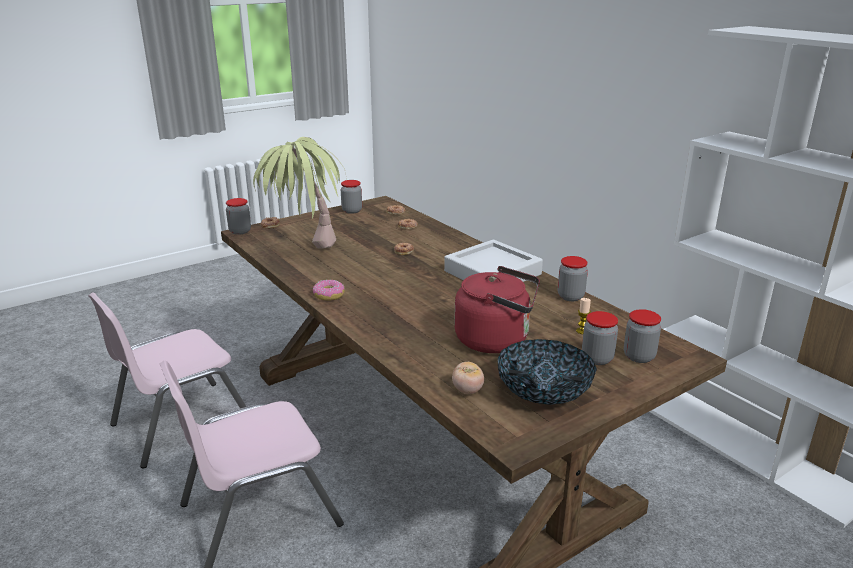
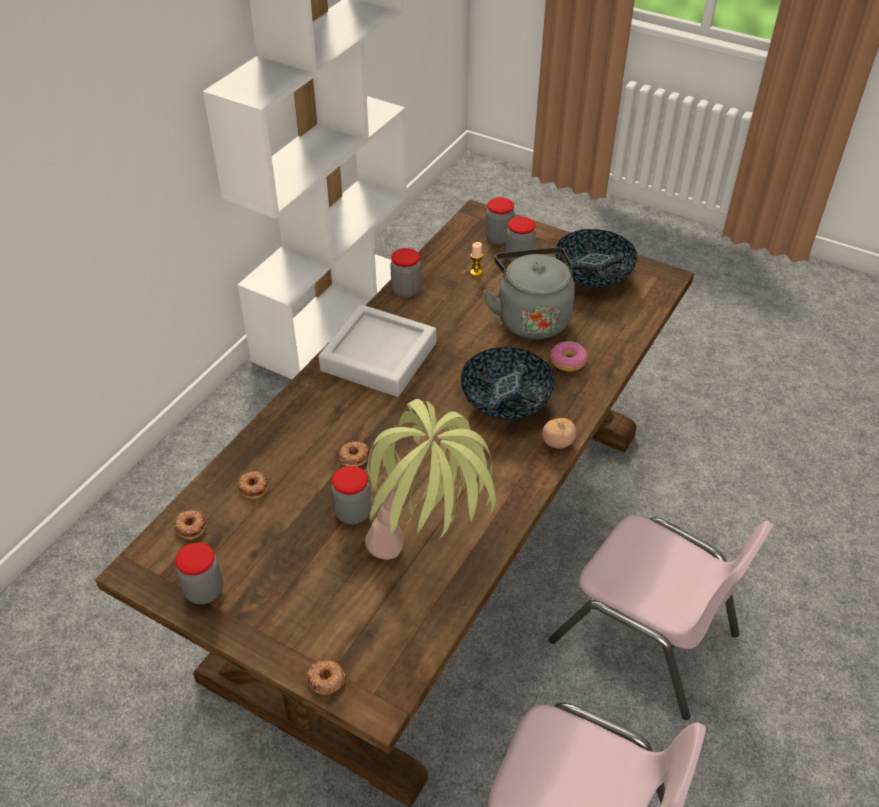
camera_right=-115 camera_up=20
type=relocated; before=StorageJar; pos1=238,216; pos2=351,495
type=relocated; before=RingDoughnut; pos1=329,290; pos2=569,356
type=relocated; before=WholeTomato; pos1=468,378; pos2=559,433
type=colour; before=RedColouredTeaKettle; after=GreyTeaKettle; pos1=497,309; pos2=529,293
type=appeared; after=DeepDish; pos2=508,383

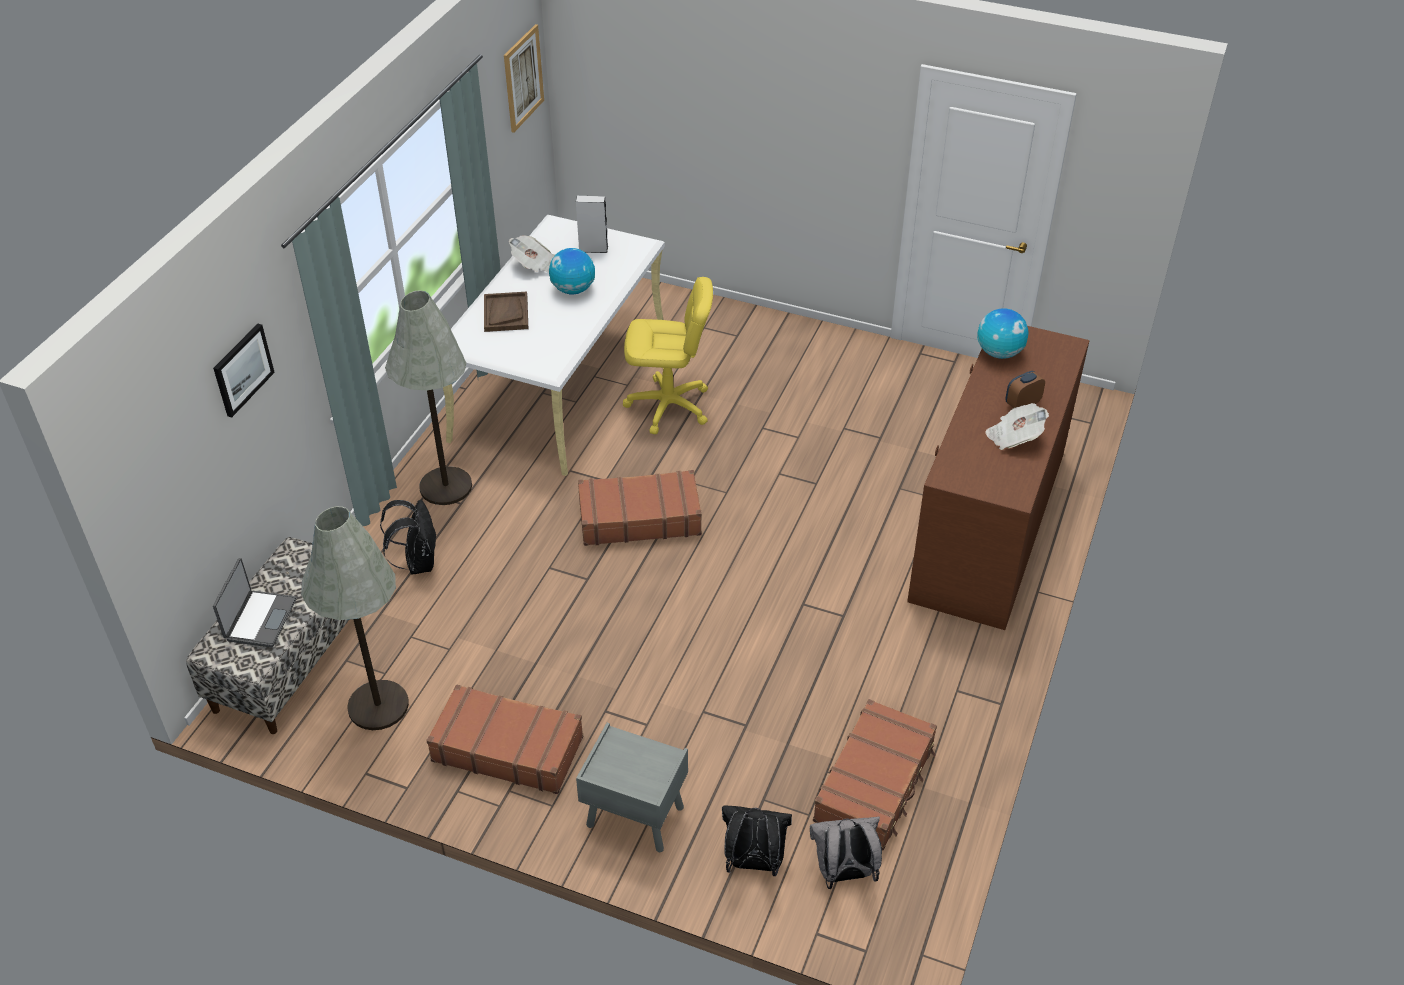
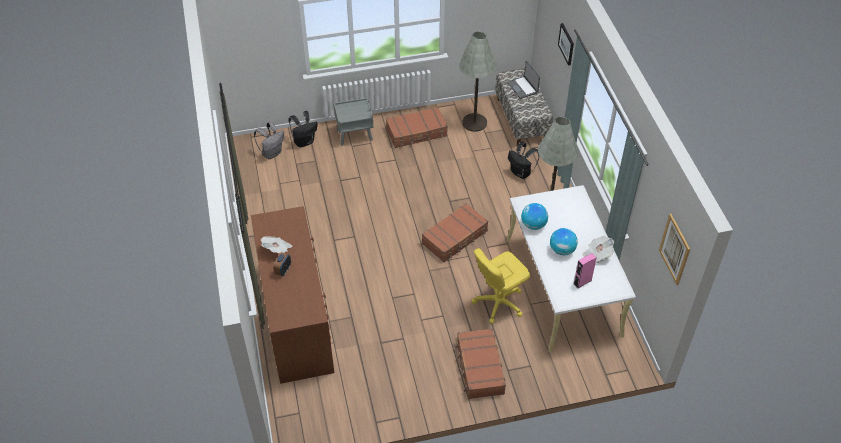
camera_right=145 camera_up=5
type=missing; before=BrownishServingTray; pos1=506,312
type=colour; before=GreySpeaker; after=PinkColouredSpeaker; pos1=592,224; pos2=585,270
type=relocated; before=BrownishPieceOfLuggage; pos1=875,774; pos2=480,363
type=relocated; before=DeskGlobe; pos1=1003,333; pos2=534,216

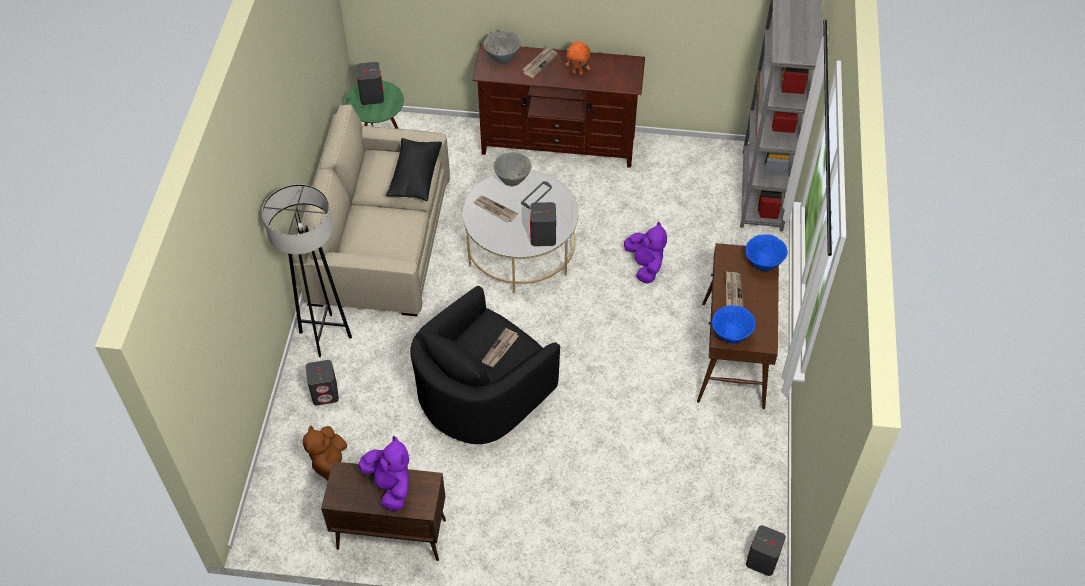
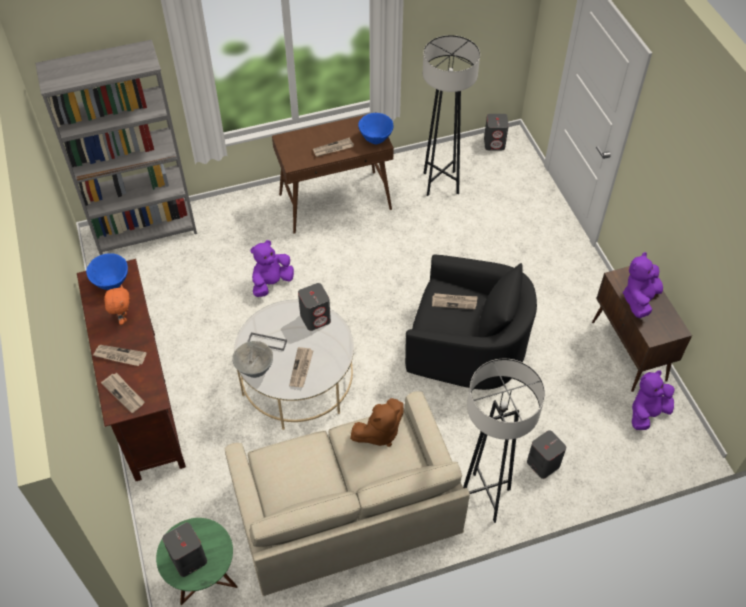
camera_right=-115 camera_up=0
type=relocated; before=BrownishCuddlyToy; pos1=325,453; pos2=377,422
type=missing; before=BlackColouredThrowPillow; pos1=414,169
type=exchanged; before=GreyDeepDish; after=PrintedPaper; pos1=502,47; pos2=123,393
type=relocated; before=BlueDeepDish; pos1=767,253; pos2=107,271
type=appeared; after=GreyStandardLamp; pos2=451,115
type=appeared; after=PurpleCuddlyToy; pos2=653,400

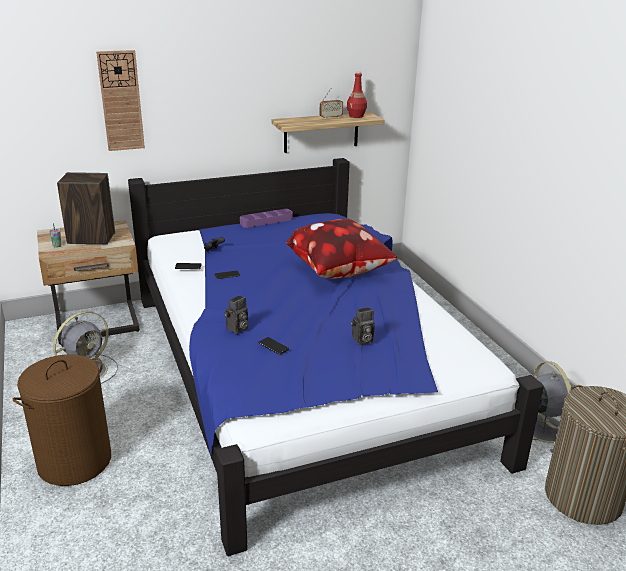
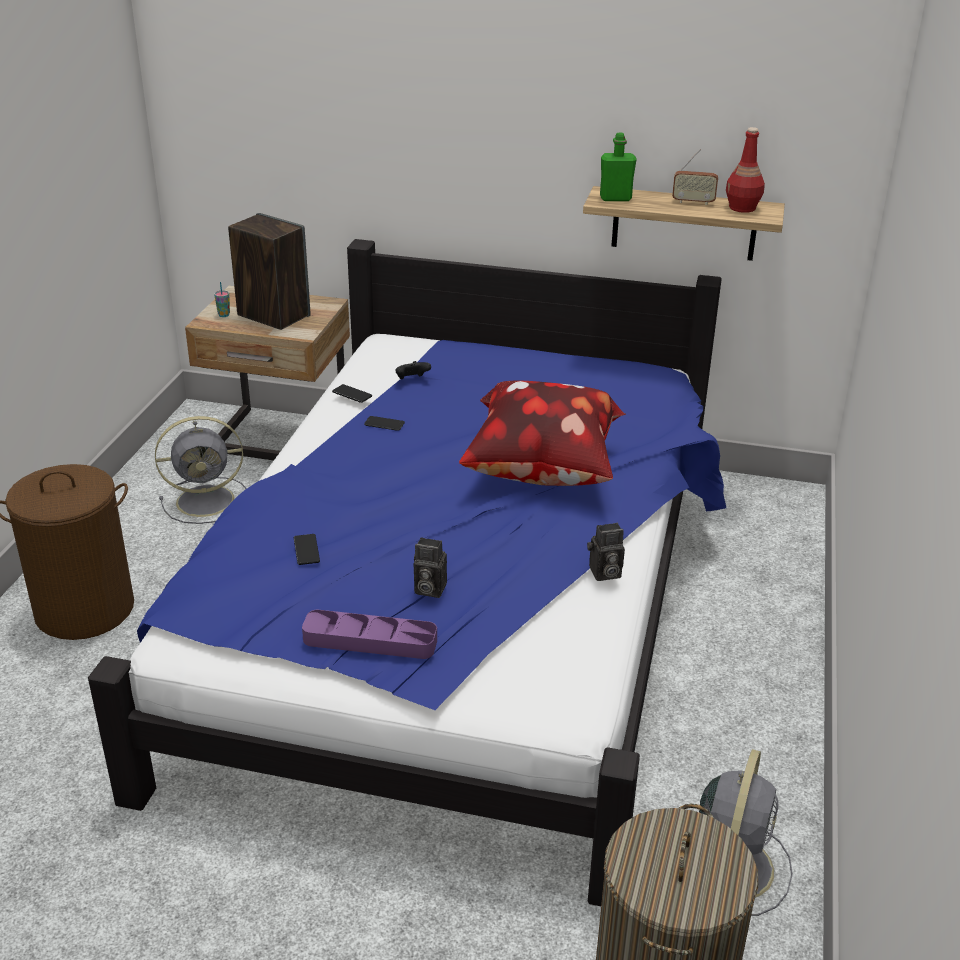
camera_right=35 camera_up=5
type=missing; before=ClockOnTheWall; pos1=120,100
type=relocated; before=PhotoCamera; pos1=236,315; pos2=606,552
type=relocated; before=PurpleServingTray; pos1=266,218; pos2=369,634
type=appeared; after=GreenColouredBeverageBottle; pos2=618,167

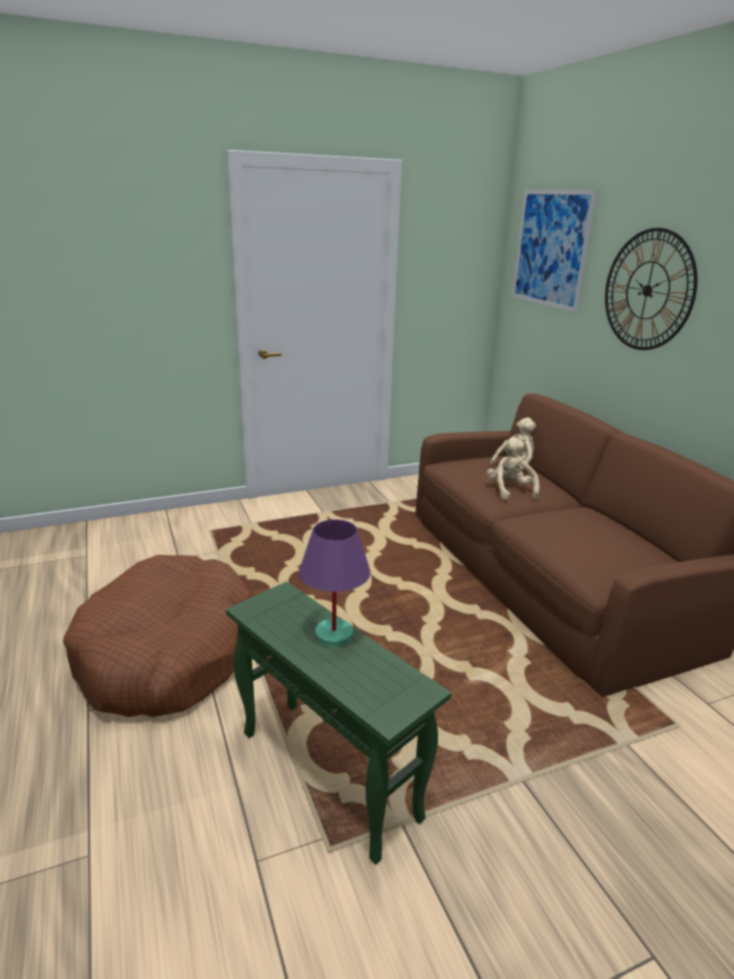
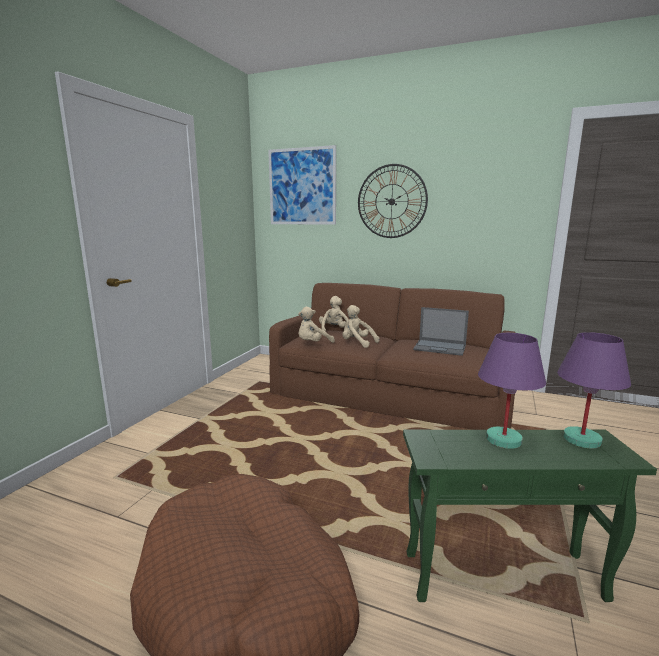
camera_right=-45 camera_up=-10
type=appeared; after=BeigeCuddlyToy; pos2=316,325
type=appeared; after=NotebookComputer; pos2=441,331
type=appeared; after=PurpleLampForATable; pos2=594,390

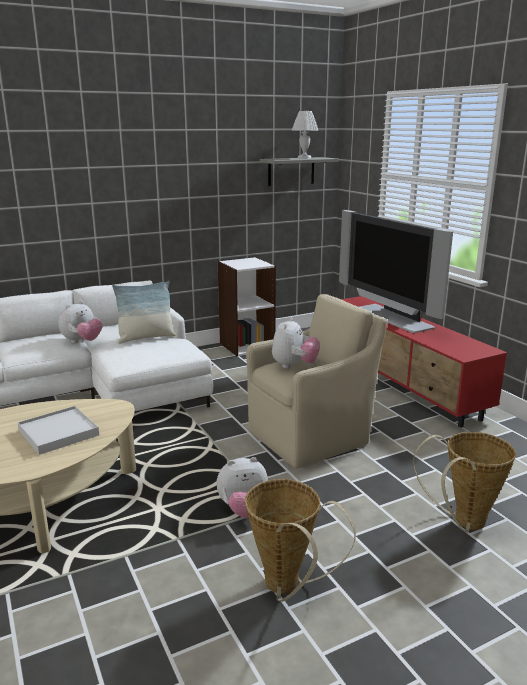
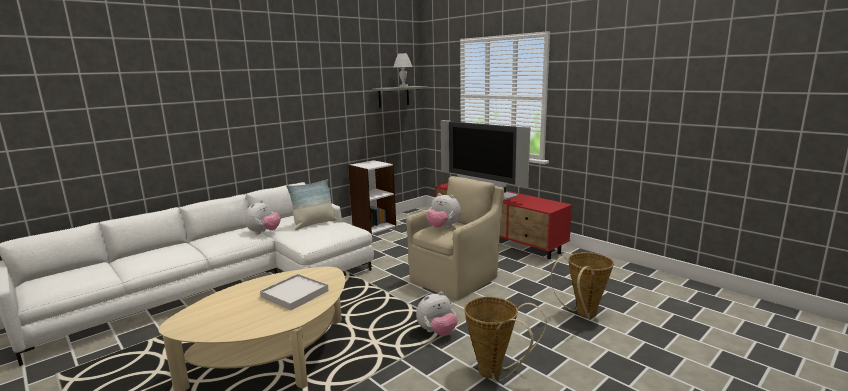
camera_right=-15 camera_up=-5
type=spun; before=CuddlyToy; pos1=296,342; pos2=443,210; turn=120

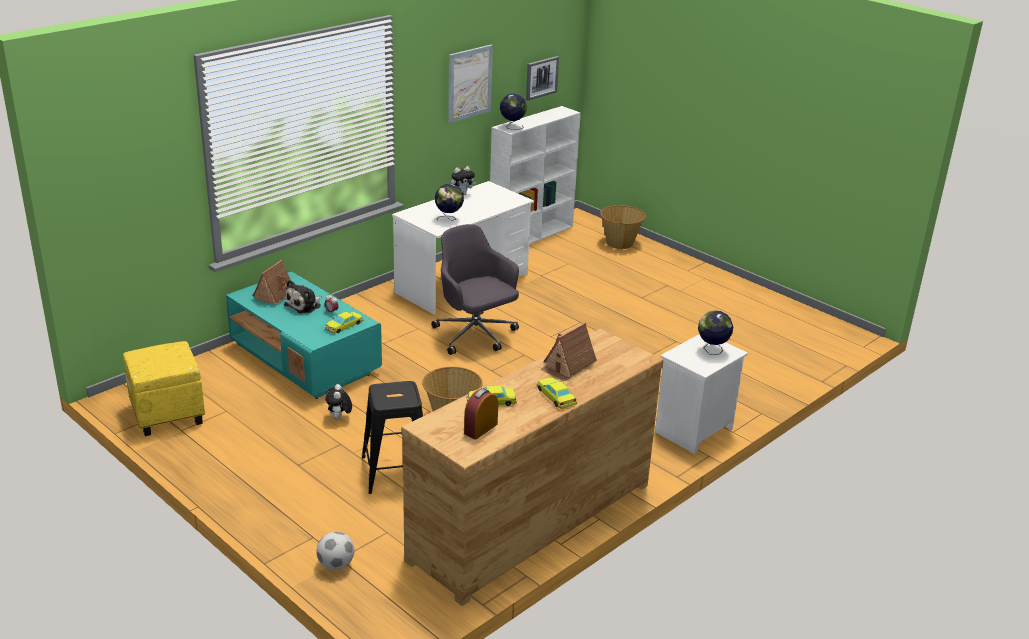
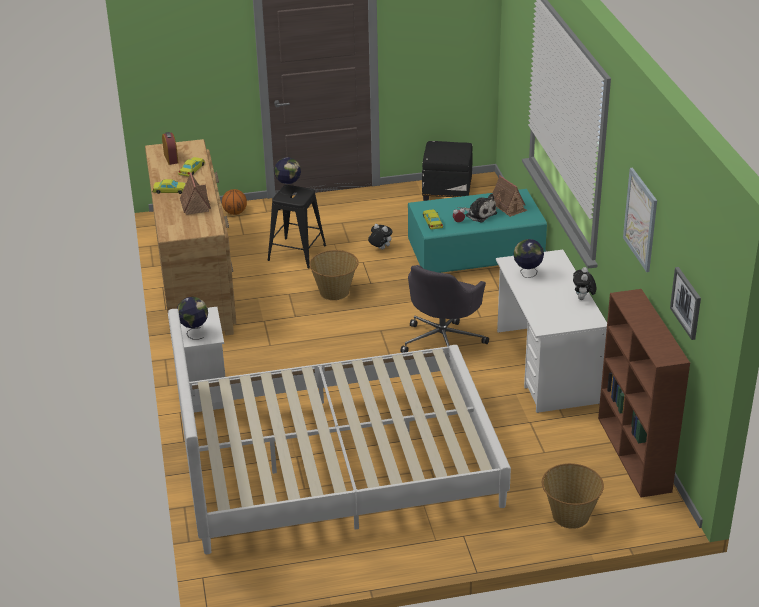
camera_right=125 camera_up=5
type=colour; before=YellowFootrest; after=BlackColouredFootrest; pos1=164,388; pos2=447,171
type=spun; before=CuddlyToy; pos1=303,297; pos2=480,208; turn=150
type=exchanged; before=Football; after=BallForBasketball; pos1=335,551; pos2=234,202
type=spun; before=GreyOfficeChair; pos1=475,289; pos2=444,309; turn=120
type=colour; before=WhiteColouredBookshelf; after=BrownishBookshelf; pos1=535,175; pos2=644,393
type=relocated; before=DeskGlobe; pos1=513,112; pos2=287,176
type=appeared; after=WhiteColouredBed; pos2=339,431

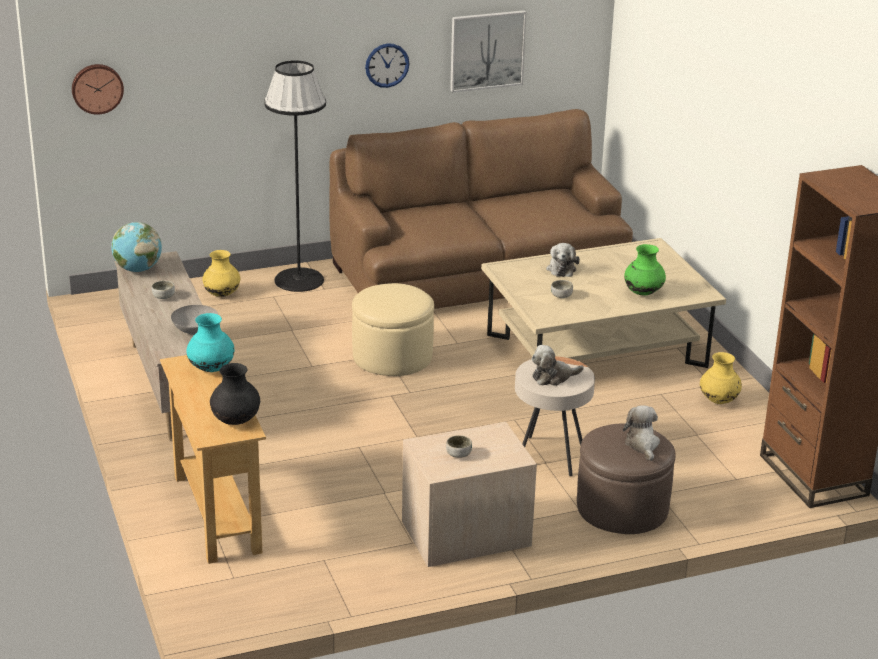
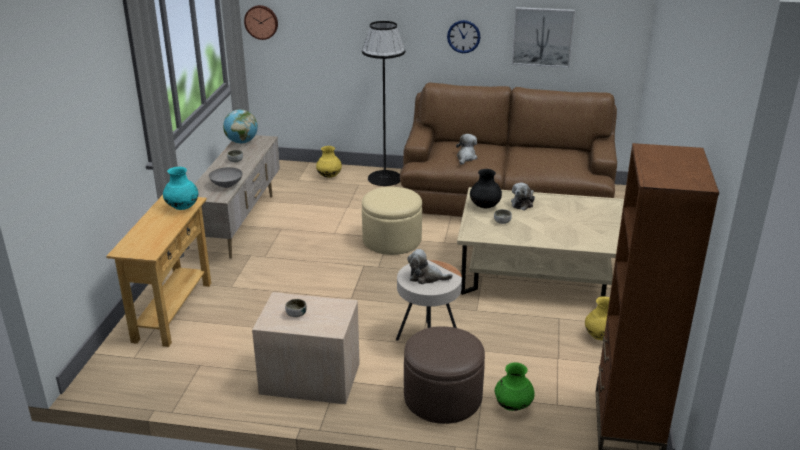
camera_right=30 camera_up=0
type=relocated; before=BlackColouredVase; pos1=235,394; pos2=486,188
type=relocated; before=CuddlyToy; pos1=641,433; pos2=466,149
type=relocated; before=GreenColouredVase; pos1=645,270; pos2=514,386

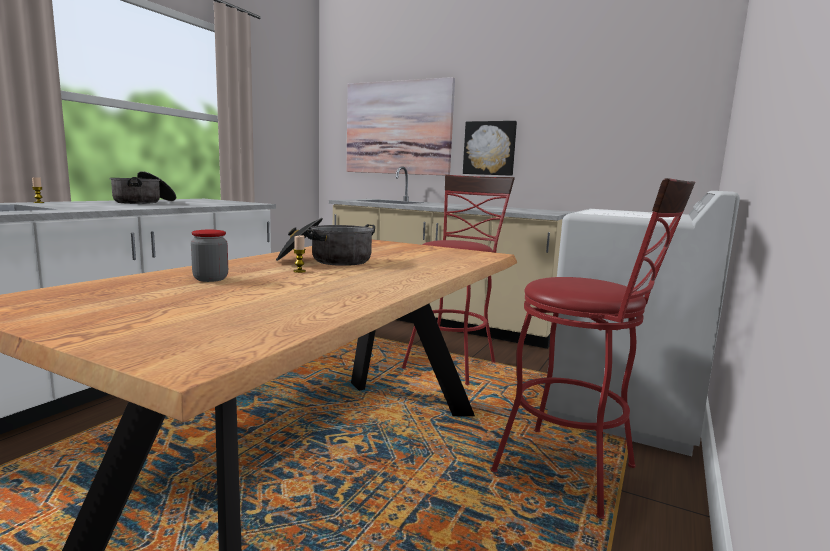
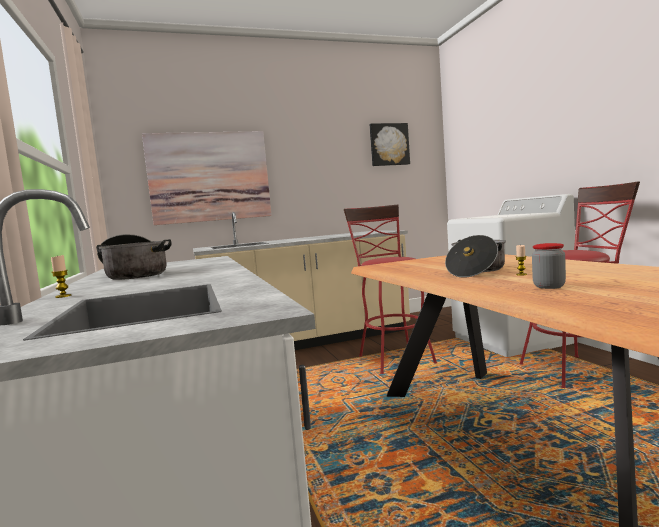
camera_right=-45 camera_up=-5
type=relocated; before=Picture; pos1=490,148; pos2=390,144

